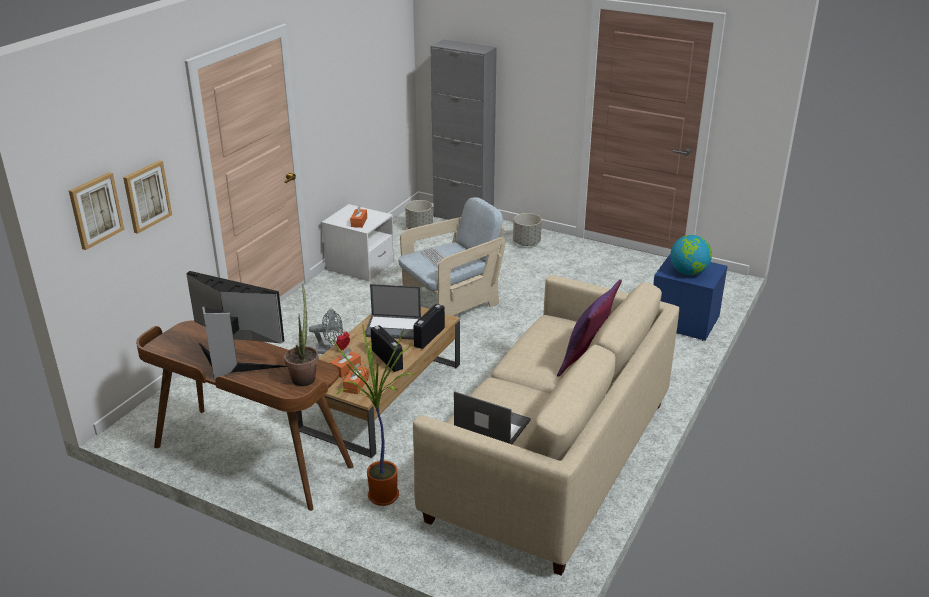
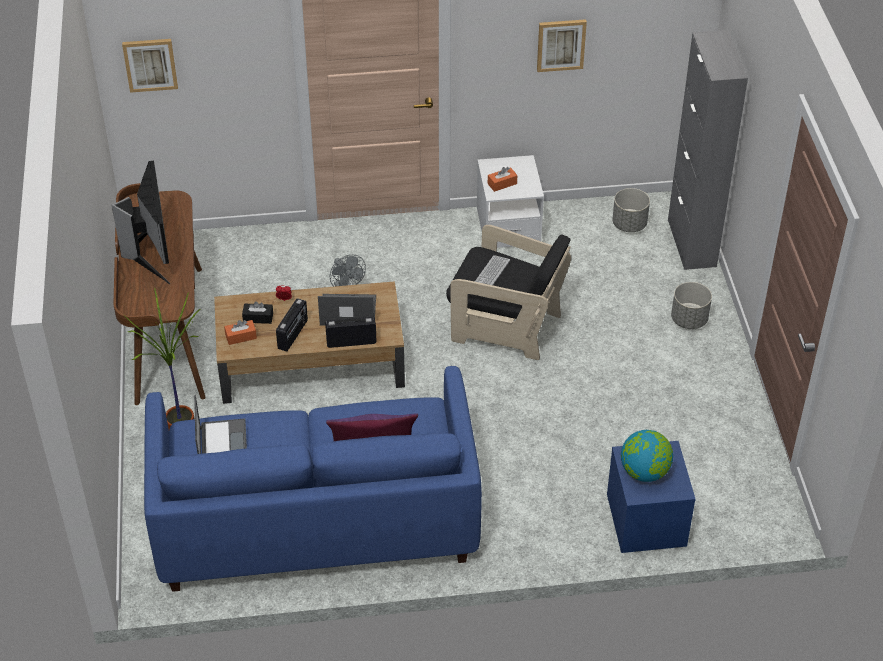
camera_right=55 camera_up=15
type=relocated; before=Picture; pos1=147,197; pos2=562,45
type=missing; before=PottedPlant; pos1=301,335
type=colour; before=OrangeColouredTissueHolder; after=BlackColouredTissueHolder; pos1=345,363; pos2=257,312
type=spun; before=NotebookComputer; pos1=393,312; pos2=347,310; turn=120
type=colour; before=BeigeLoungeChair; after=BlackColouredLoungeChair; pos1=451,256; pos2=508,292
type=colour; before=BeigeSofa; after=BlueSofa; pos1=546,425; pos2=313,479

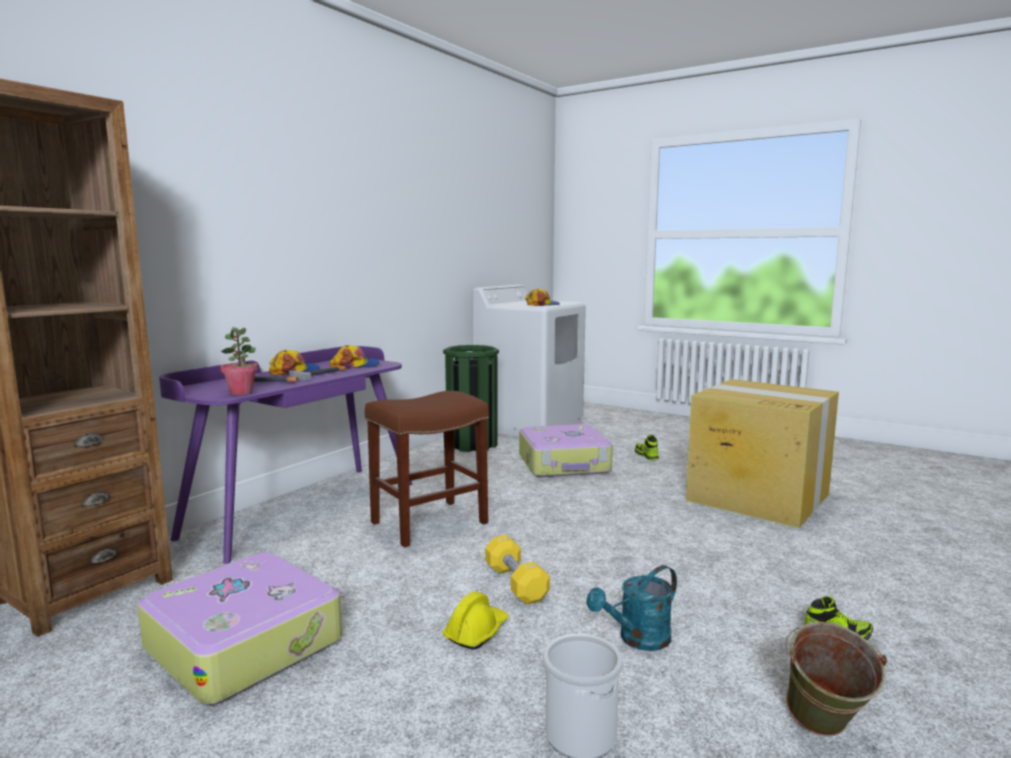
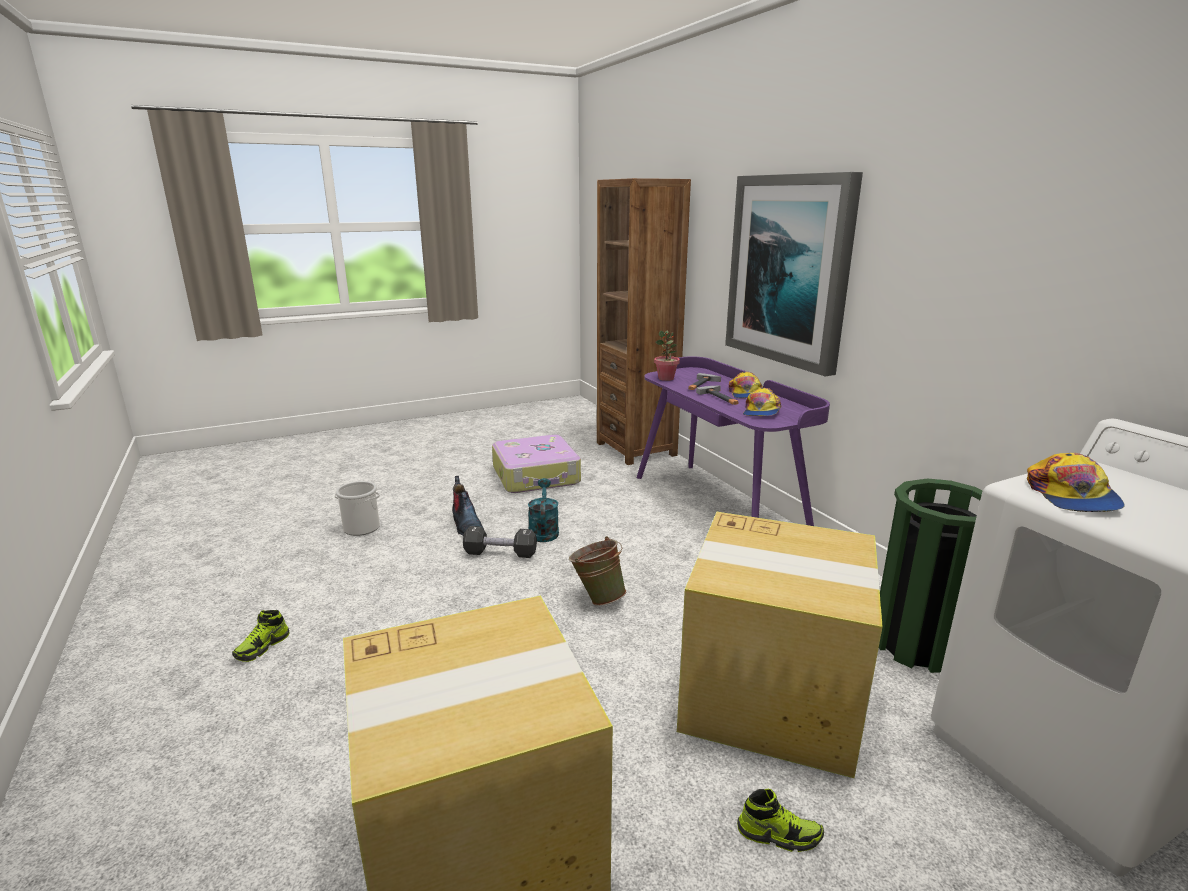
camera_right=120 camera_up=10
type=missing; before=BrownishStool; pos1=427,469
type=exchanged; before=YellowWorkHelmet; after=TallBoot; pos1=475,621; pos2=468,506
type=colour; before=YellowHandWeight; after=BlackColouredHandWeight; pos1=517,569; pos2=500,542
type=exchanged; before=PieceOfLuggage; after=PackingBox; pos1=566,450; pos2=780,645
type=relocated; before=TurquoiseSprinklingCan; pos1=632,608; pos2=543,510
type=relocated; before=GreenColouredPail; pos1=836,679; pos2=597,571
type=appeared; after=Picture; pos2=794,274

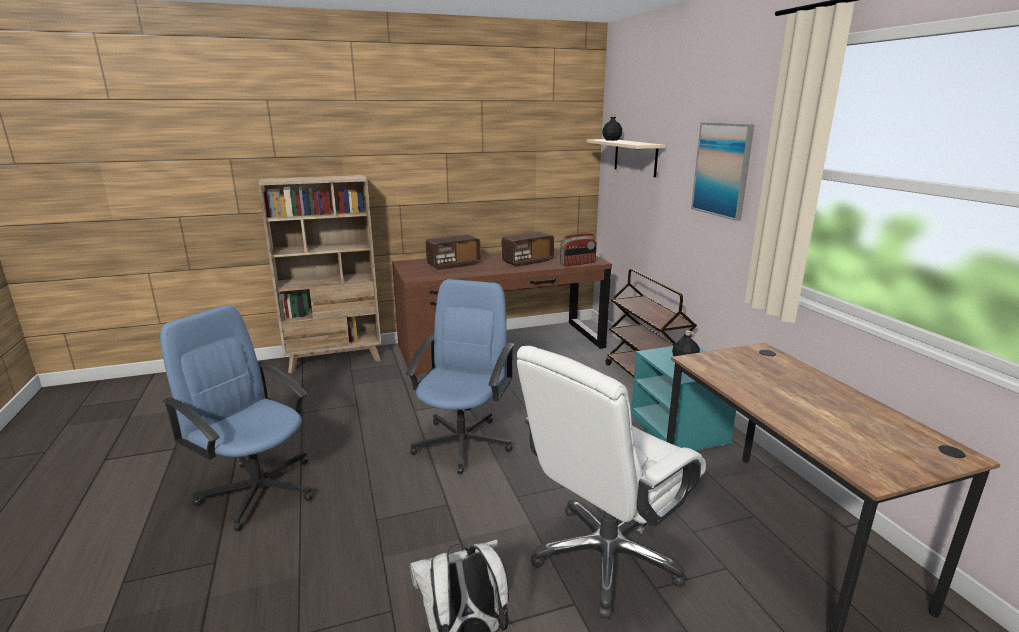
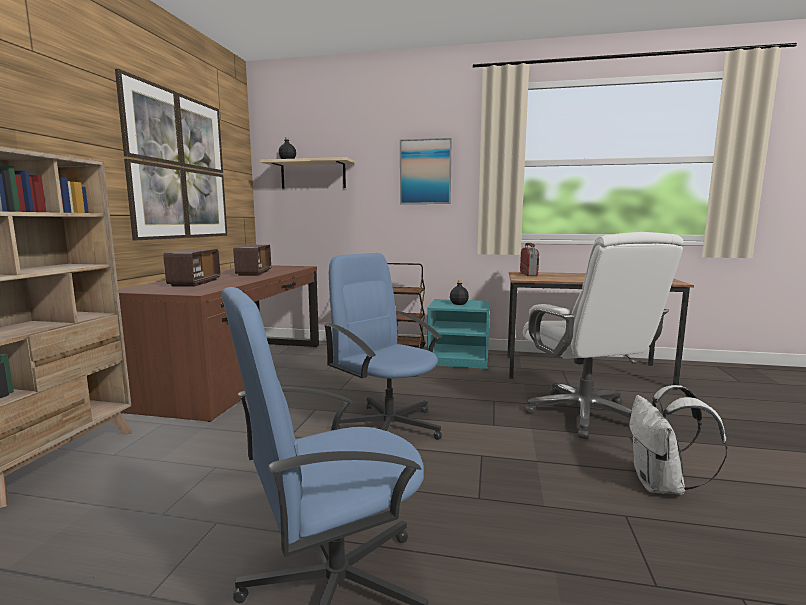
camera_right=-60 camera_up=-10
type=relocated; before=RadioSet; pos1=578,249; pos2=529,259
type=appeared; after=Picture; pos2=171,155

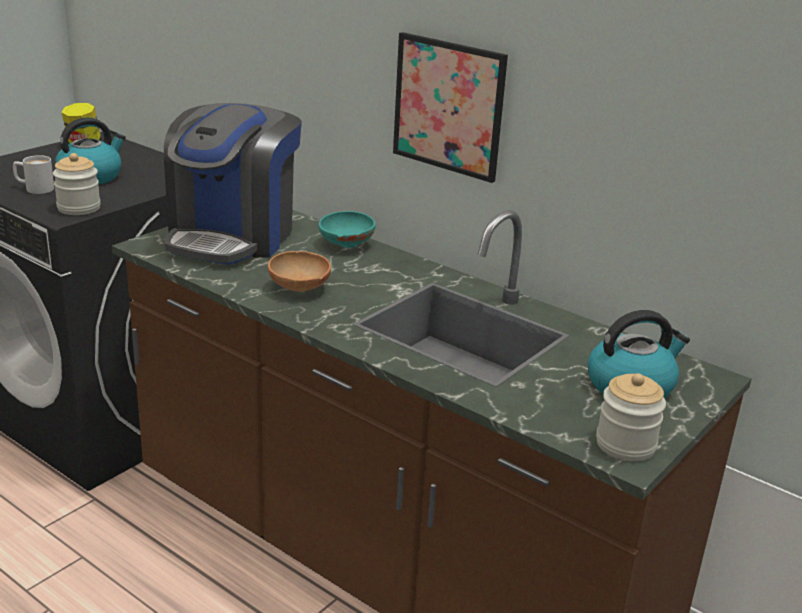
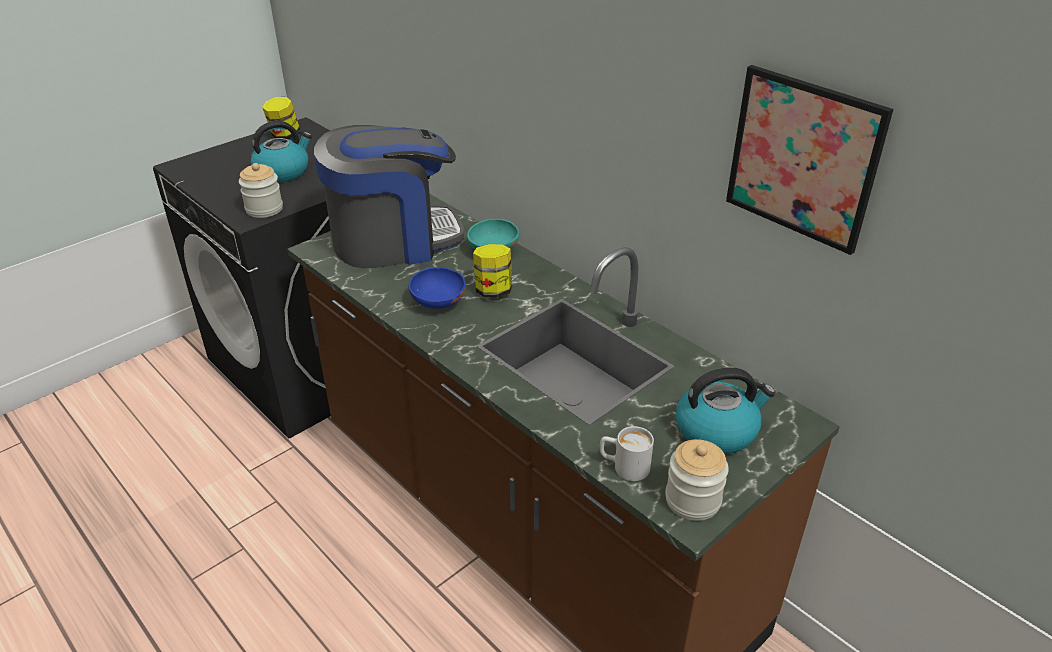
camera_right=10 camera_up=10
type=relocated; before=WhiteColouredMug; pos1=33,174; pos2=627,453
type=spun; before=CoffeeMaker; pos1=233,184; pos2=389,196; turn=-135
type=colour; before=BrownishDeepDish; after=BlueDeepDish; pos1=299,271; pos2=437,288
type=relocated; before=Picture; pos1=450,107; pos2=809,160
type=appeared; after=StorageJar; pos2=492,270

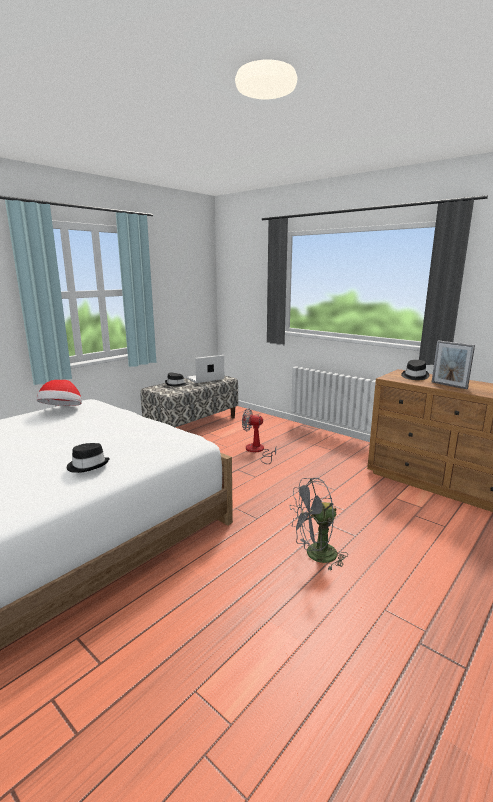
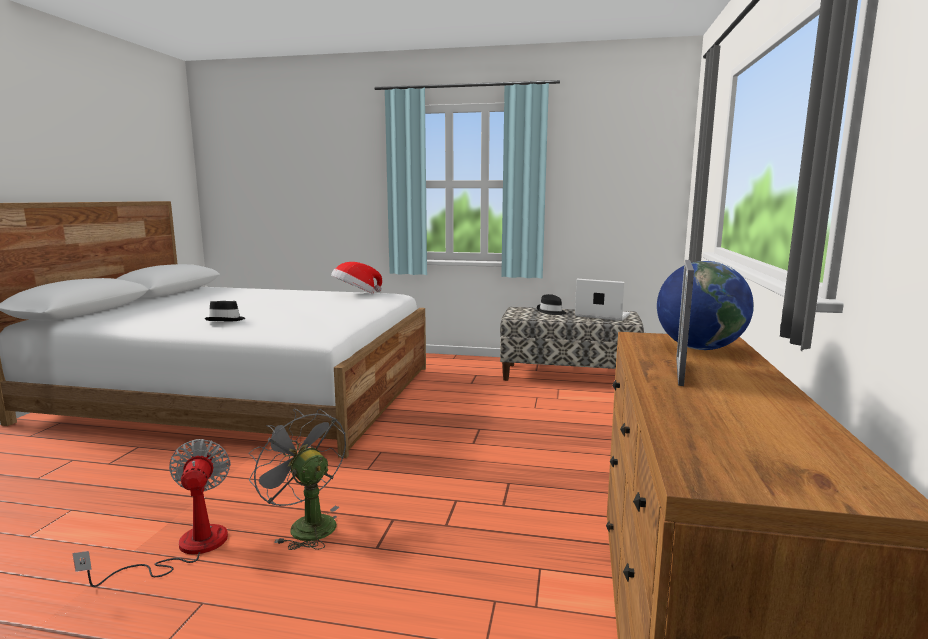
camera_right=60 camera_up=-5
type=relocated; before=Fan; pos1=259,436; pos2=152,513
type=exchanged; before=BlackColouredClothingHat; after=DeskGlobe; pos1=415,370; pos2=705,305

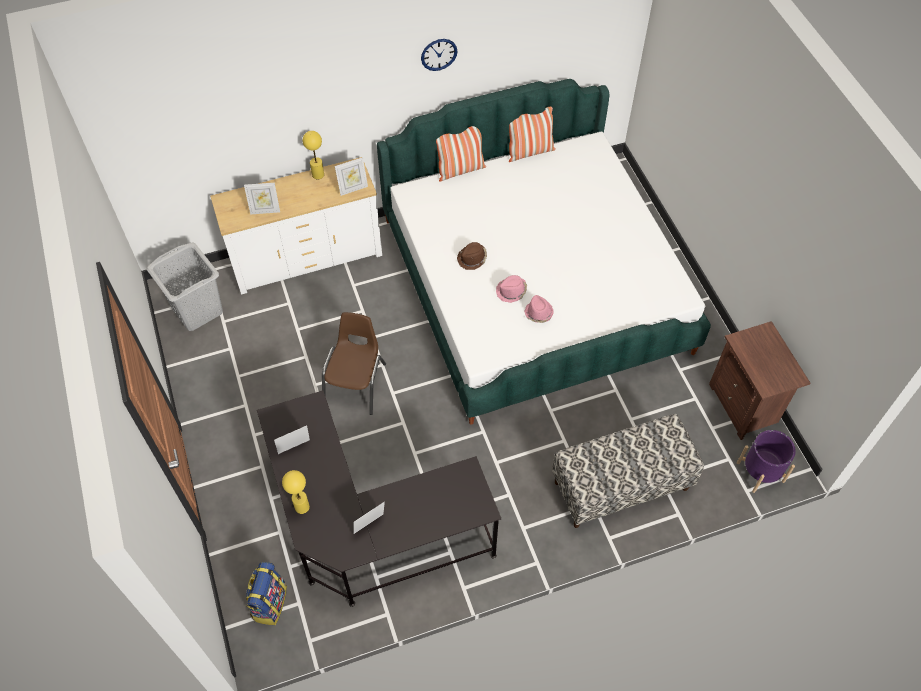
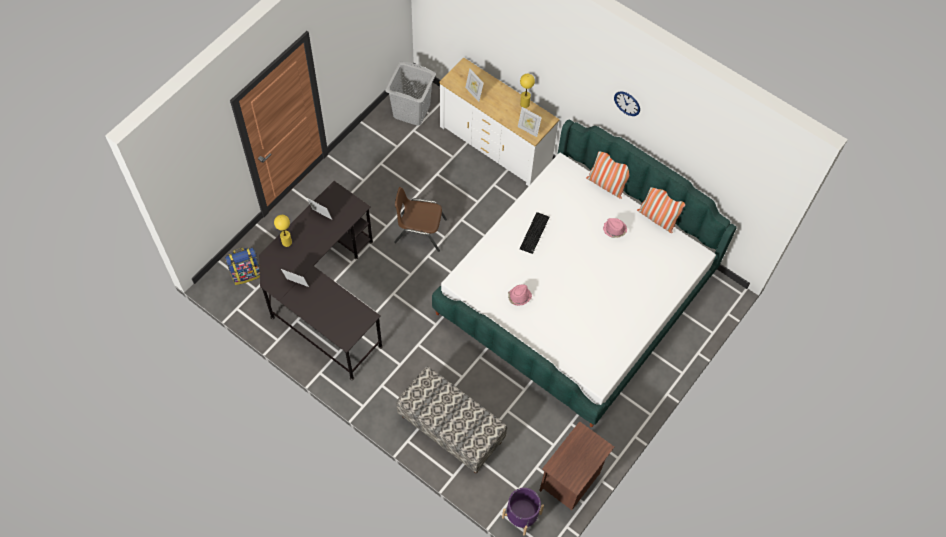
camera_right=55 camera_up=5
type=spun; before=BrownishChair; pos1=354,363; pos2=420,219; turn=-150
type=exchanged; before=BrownishClothingHat; after=ComputerKeyboard; pos1=472,256; pos2=534,233
type=relocated; before=PinkColouredClothingHat; pos1=511,289; pos2=615,228

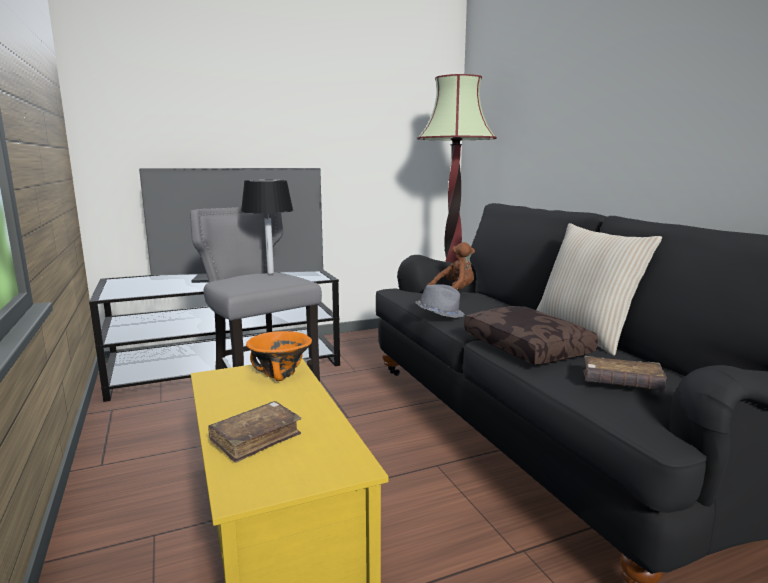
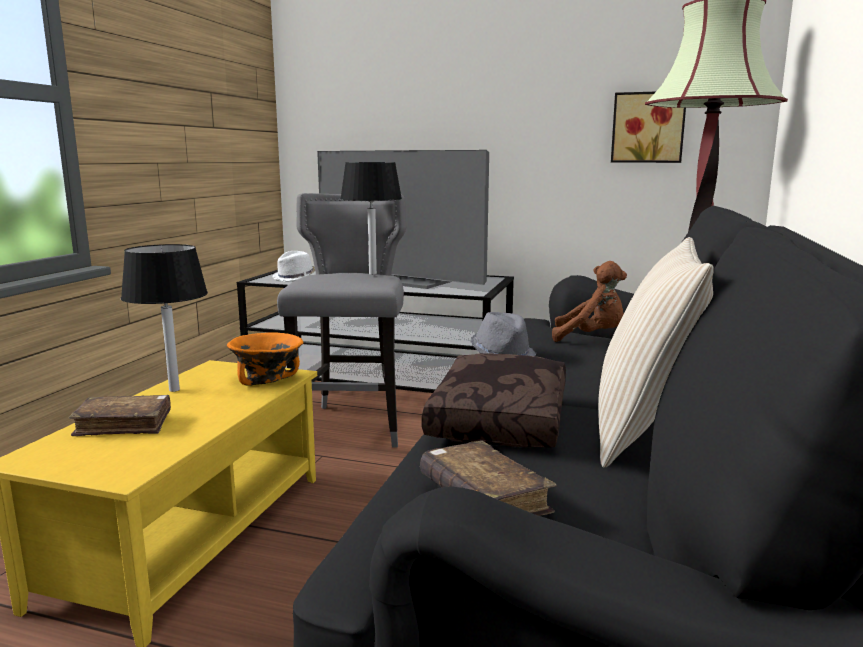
camera_right=40 camera_up=0
type=appeared; after=BlackColouredLampForATable; pos2=164,318
type=appeared; after=WhiteColouredClothingHat; pos2=293,266
type=appeared; after=Picture; pos2=648,127

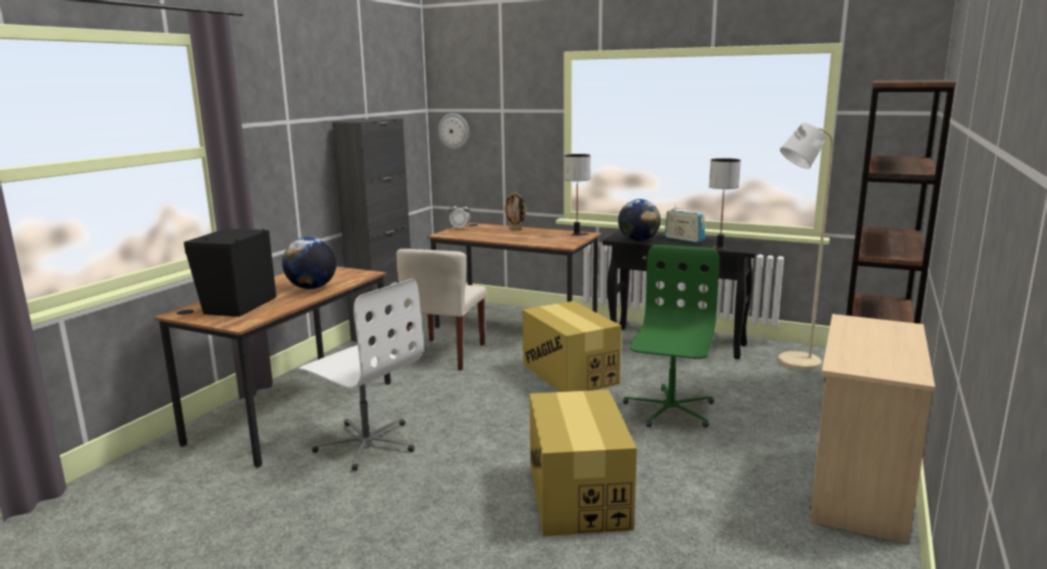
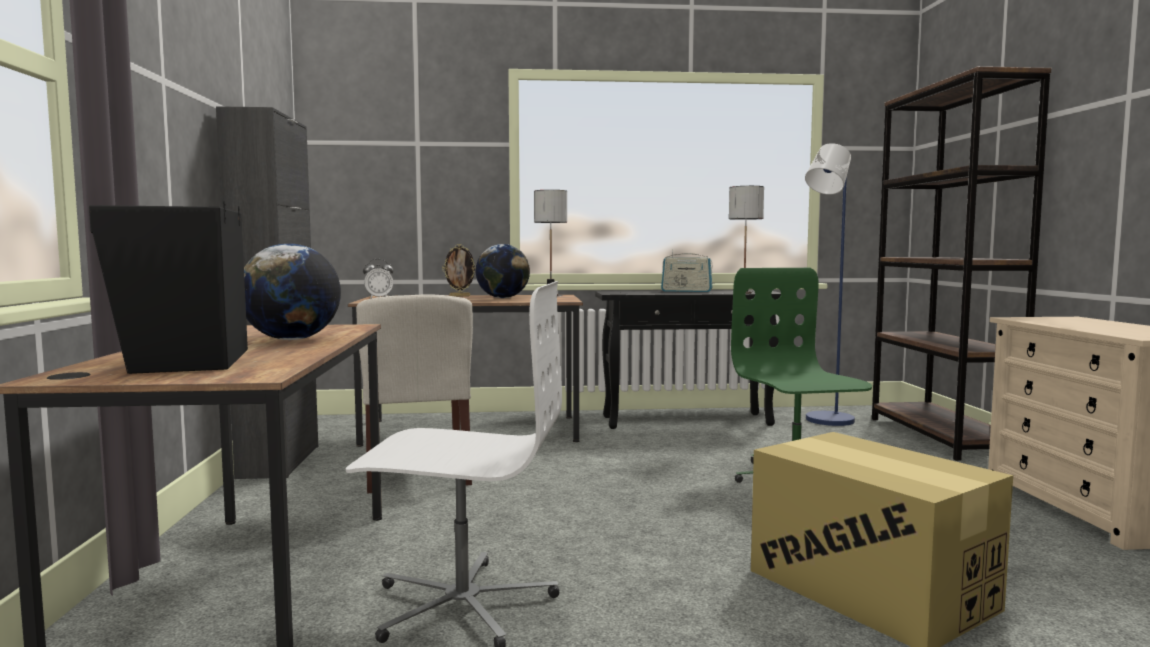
camera_right=-30 camera_up=-10
type=missing; before=ClockOnTheWall; pos1=453,131
type=missing; before=PackingBox; pos1=571,346
type=relocated; before=DeskGlobe; pos1=639,220; pos2=503,271
type=colour; before=BeigeStandardLamp; after=BlueStandardLamp; pos1=805,246; pos2=830,284

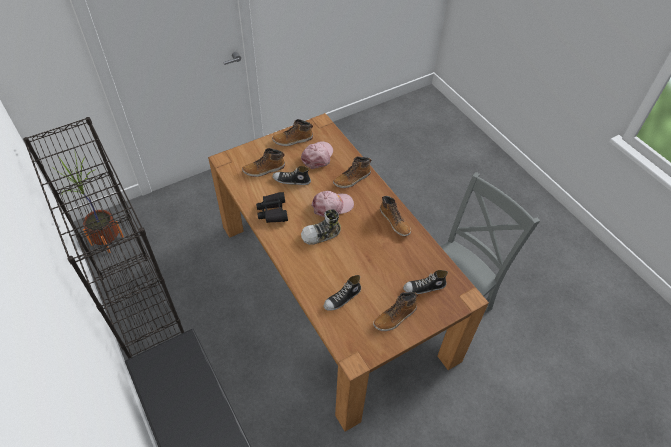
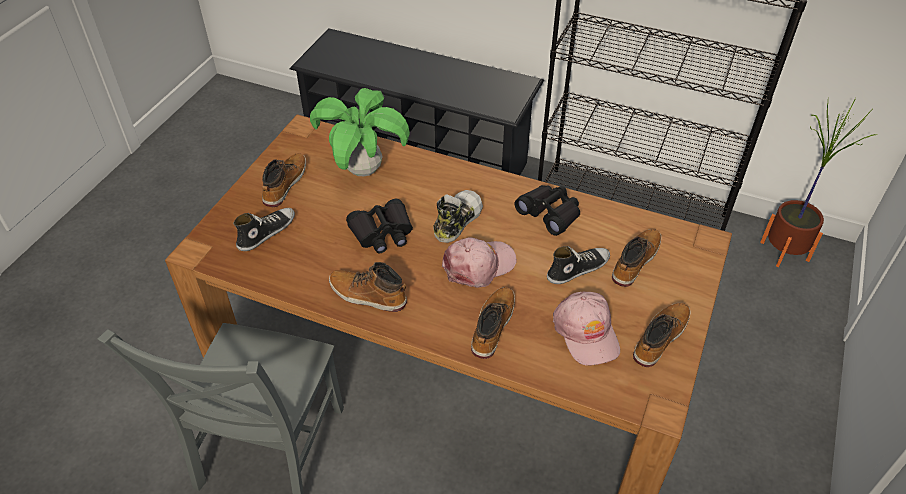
camera_right=145 camera_up=-5
type=spun; before=PinkColouredPeakedCap; pos1=333,204; pos2=479,262; turn=-150
type=exchanged; before=Shoe; after=PottedPlant; pos1=342,292; pos2=360,132
type=appeared; after=BlackColouredBinoculars; pos2=379,226

